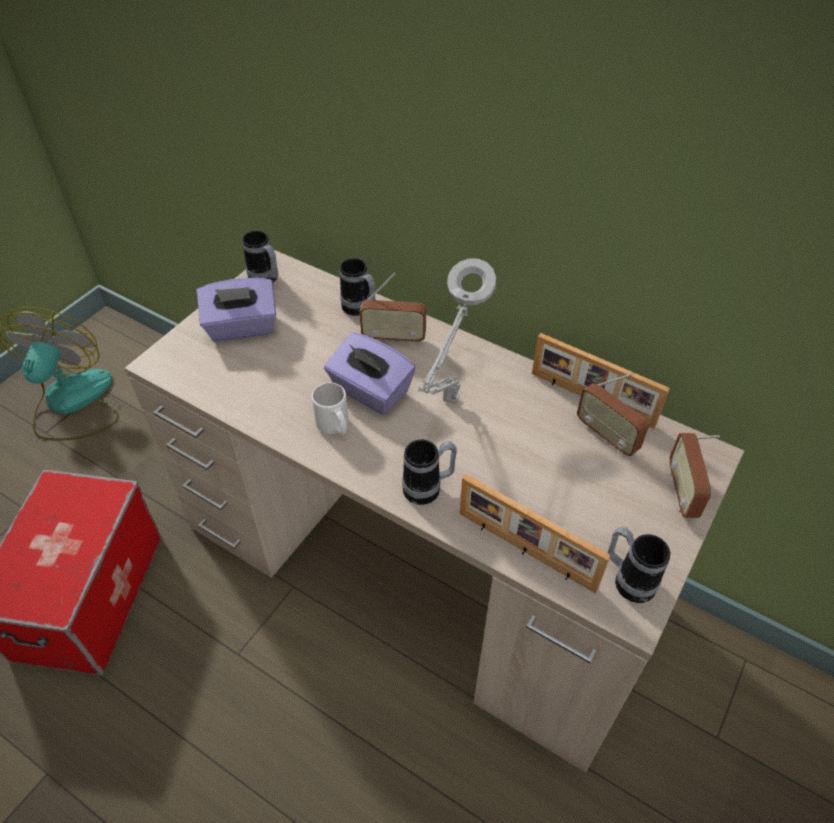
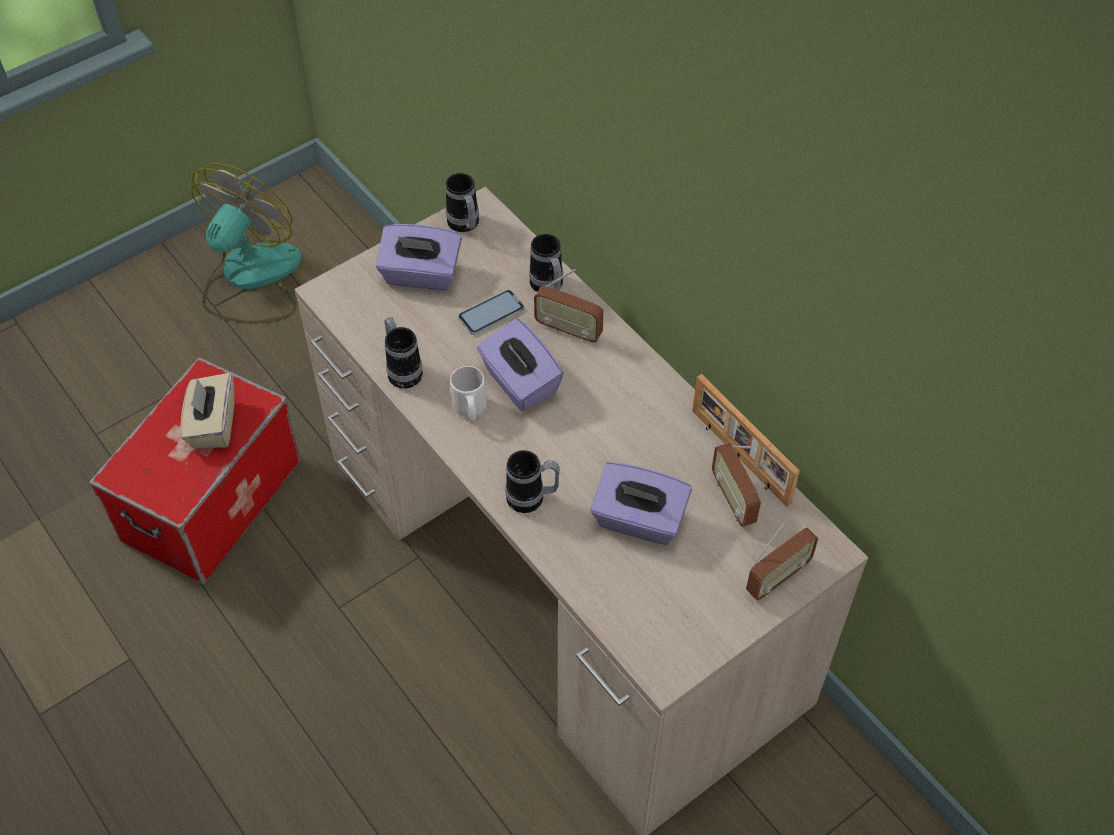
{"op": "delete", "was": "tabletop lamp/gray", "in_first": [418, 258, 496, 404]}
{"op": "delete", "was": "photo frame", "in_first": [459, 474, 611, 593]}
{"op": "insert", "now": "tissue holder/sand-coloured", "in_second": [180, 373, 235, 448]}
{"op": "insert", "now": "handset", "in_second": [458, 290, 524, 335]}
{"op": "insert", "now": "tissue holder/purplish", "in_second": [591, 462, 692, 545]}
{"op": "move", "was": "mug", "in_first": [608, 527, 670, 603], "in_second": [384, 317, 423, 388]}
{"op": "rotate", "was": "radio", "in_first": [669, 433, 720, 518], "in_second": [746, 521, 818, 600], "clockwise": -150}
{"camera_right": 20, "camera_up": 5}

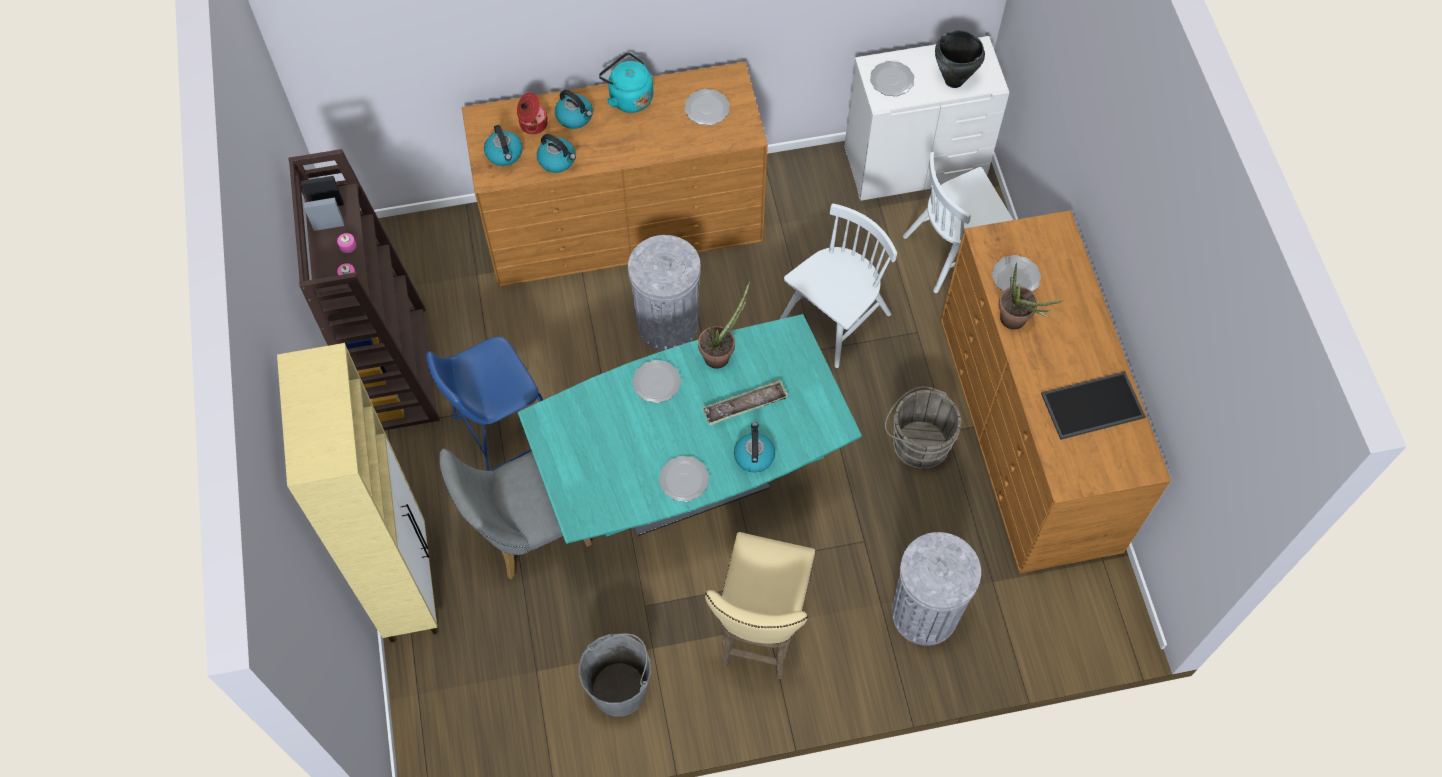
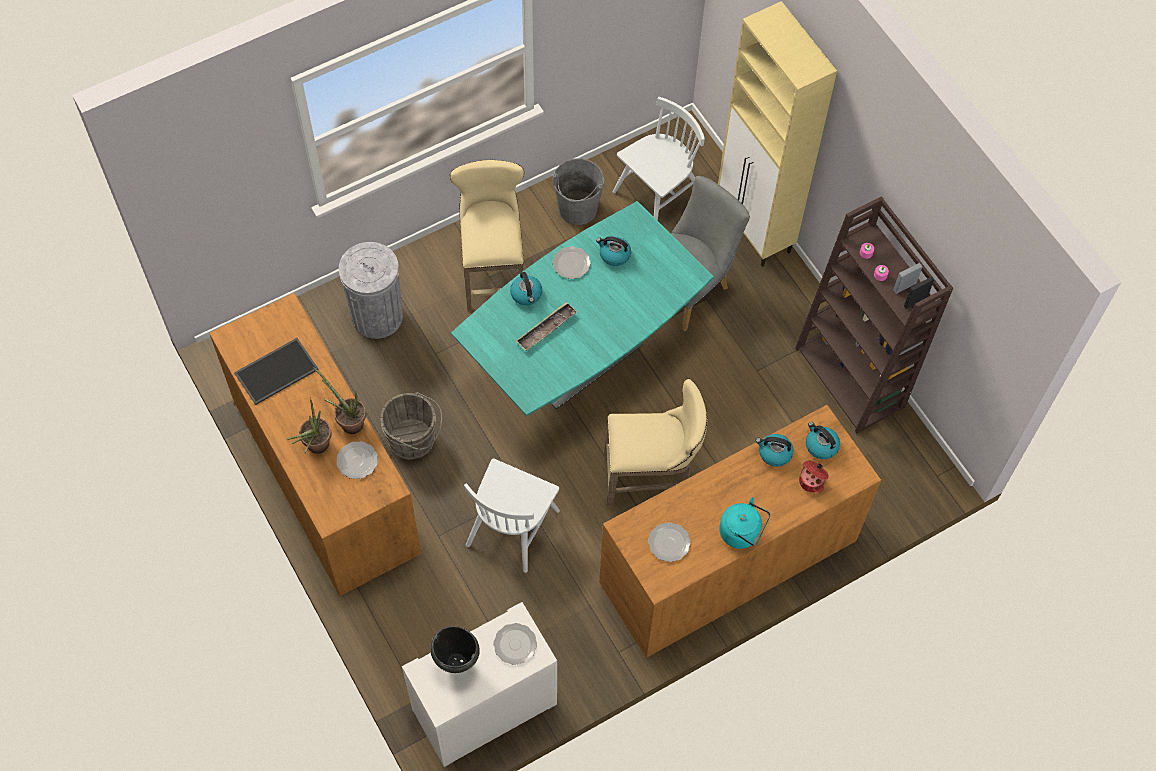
{"op": "delete", "was": "stool seat/bluish", "in_first": [426, 336, 543, 471]}
{"op": "delete", "was": "dinner plate", "in_first": [632, 360, 681, 403]}
{"op": "move", "was": "water kettle", "in_first": [555, 90, 593, 129], "in_second": [596, 236, 631, 266]}
{"op": "move", "was": "houseplant", "in_first": [698, 281, 750, 369], "in_second": [287, 398, 332, 454]}
{"op": "move", "was": "plain chair/white-coloured", "in_first": [903, 152, 1013, 293], "in_second": [613, 97, 705, 221]}
{"op": "replace", "was": "rubbish bin/gray", "now": "stool seat/sand-coloured", "in_first": [628, 235, 701, 351], "in_second": [604, 379, 708, 507]}
{"camera_right": 160, "camera_up": 0}

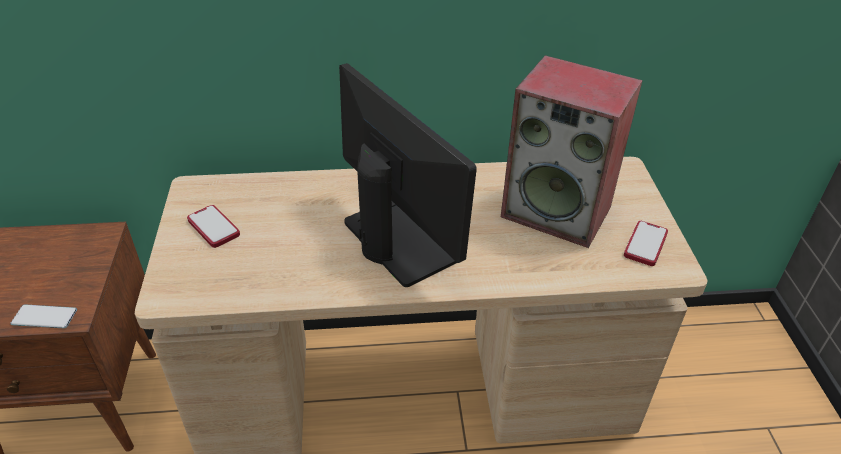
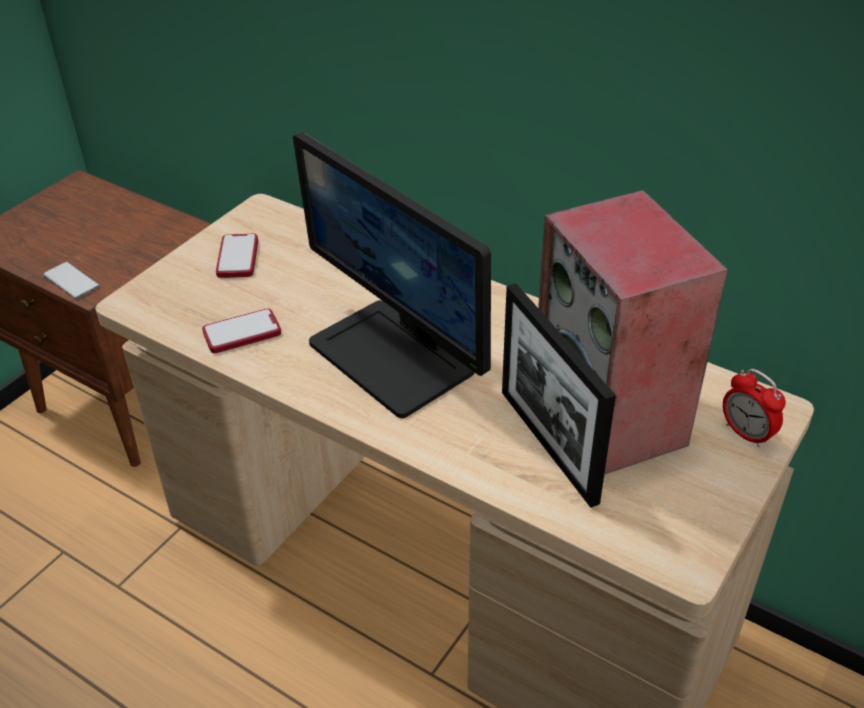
{"op": "insert", "now": "photo frame", "in_second": [502, 283, 616, 508]}
{"op": "insert", "now": "alarm clock", "in_second": [723, 369, 786, 448]}
{"op": "move", "was": "handset", "in_first": [624, 221, 668, 266], "in_second": [202, 308, 281, 353]}
{"op": "rotate", "was": "computer screen", "in_first": [339, 63, 477, 287], "in_second": [293, 132, 491, 418], "clockwise": 135}
{"camera_right": 40, "camera_up": 0}

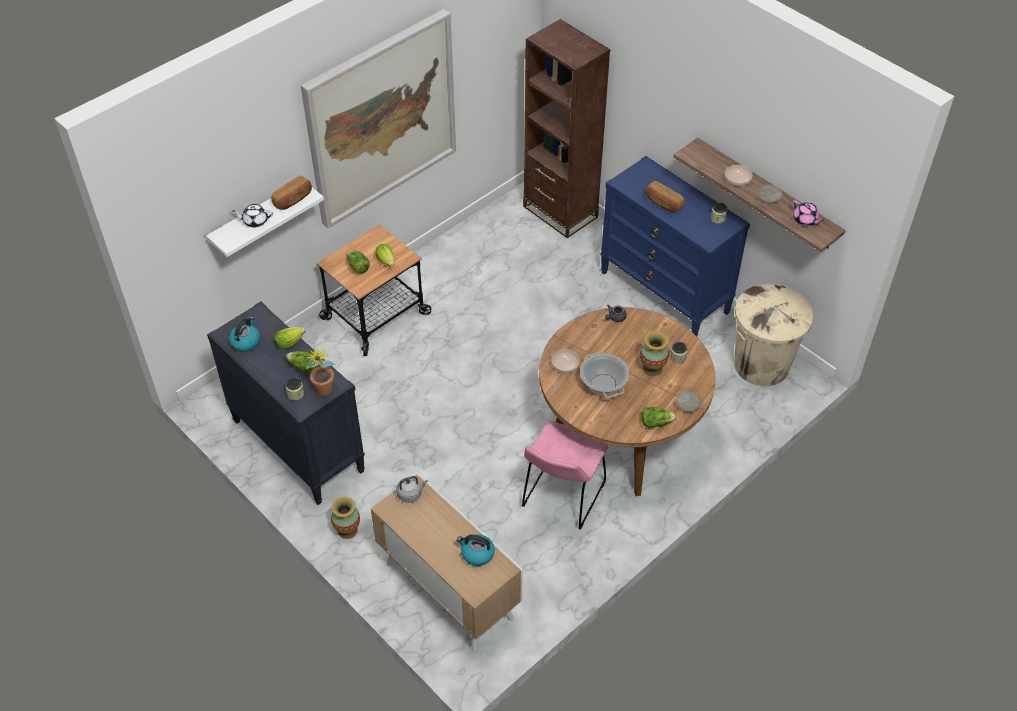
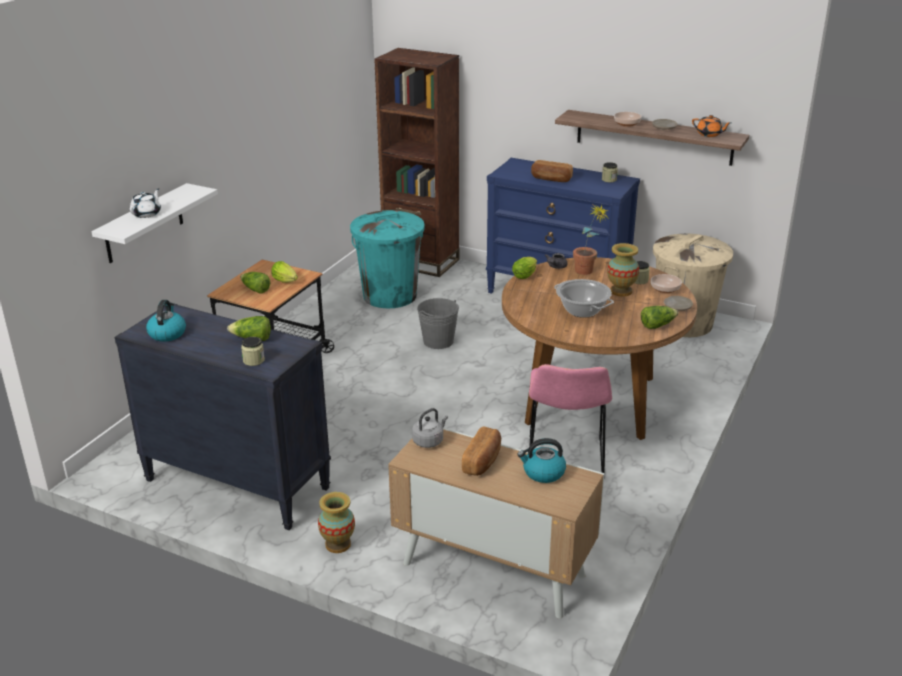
{"op": "delete", "was": "wall picture", "in_first": [301, 9, 456, 228]}
{"op": "insert", "now": "rubbish bin/blue-green", "in_second": [350, 210, 425, 308]}
{"op": "insert", "now": "water bucket/gray", "in_second": [417, 298, 459, 349]}
{"op": "move", "was": "bakery bread", "in_first": [271, 175, 312, 210], "in_second": [462, 427, 501, 476]}
{"op": "move", "was": "lettuce head", "in_first": [275, 327, 306, 349], "in_second": [512, 257, 537, 279]}
{"op": "move", "was": "houseplant", "in_first": [305, 347, 336, 395], "in_second": [573, 205, 609, 275]}
{"op": "move", "was": "deep dish", "in_first": [551, 349, 580, 373], "in_second": [651, 274, 682, 293]}
{"op": "recolor", "was": "pot for tea/pink", "now": "pot for tea/orange", "in_first": [793, 200, 824, 226], "in_second": [692, 115, 731, 137]}
{"op": "rotate", "was": "pot for tea/white-coloured", "in_first": [232, 204, 273, 228], "in_second": [130, 188, 161, 218], "clockwise": 135}
{"camera_right": -20, "camera_up": -20}

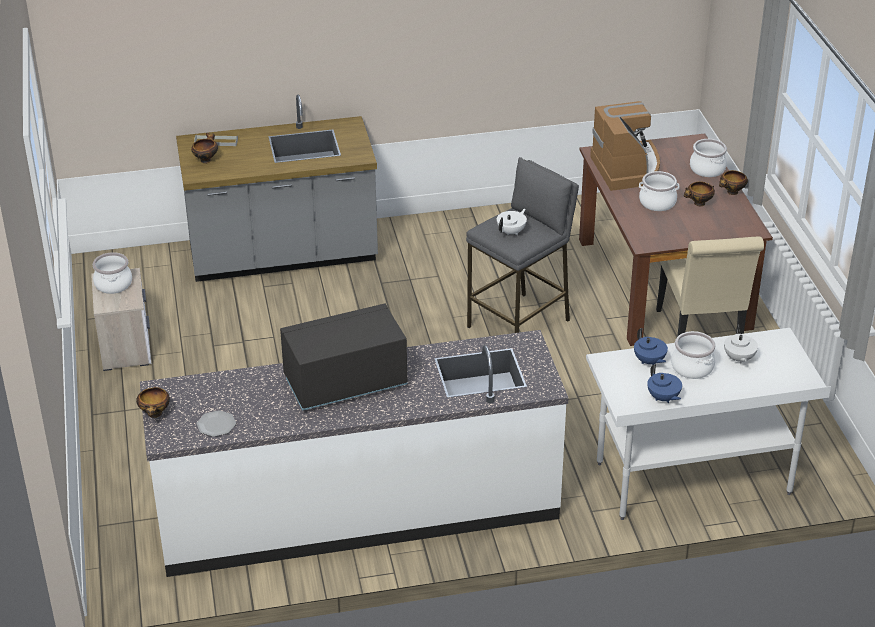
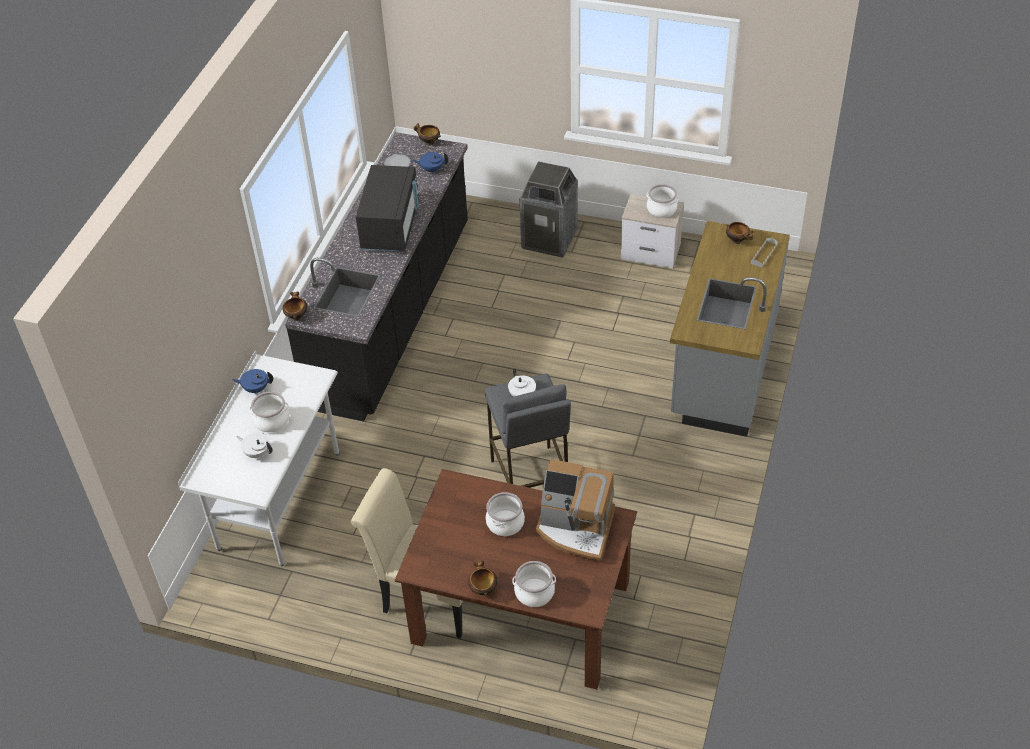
{"op": "insert", "now": "rubbish bin", "in_second": [519, 161, 578, 258]}
{"op": "move", "was": "pot for tea/bluish", "in_first": [634, 328, 668, 365], "in_second": [413, 152, 448, 173]}
{"op": "move", "was": "deep dish", "in_first": [684, 181, 715, 206], "in_second": [283, 291, 308, 321]}
{"op": "recolor", "was": "kitchen base unit/white-coloured", "now": "kitchen base unit/black-coloured", "in_first": [140, 330, 568, 577], "in_second": [285, 132, 468, 421]}
{"camera_right": 120, "camera_up": 10}

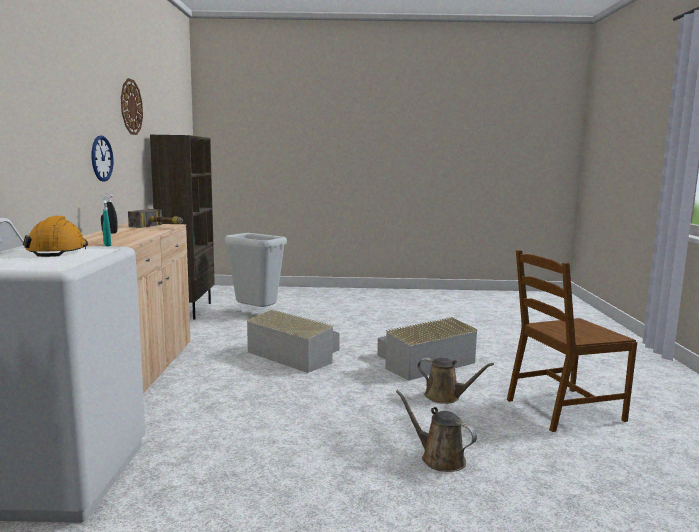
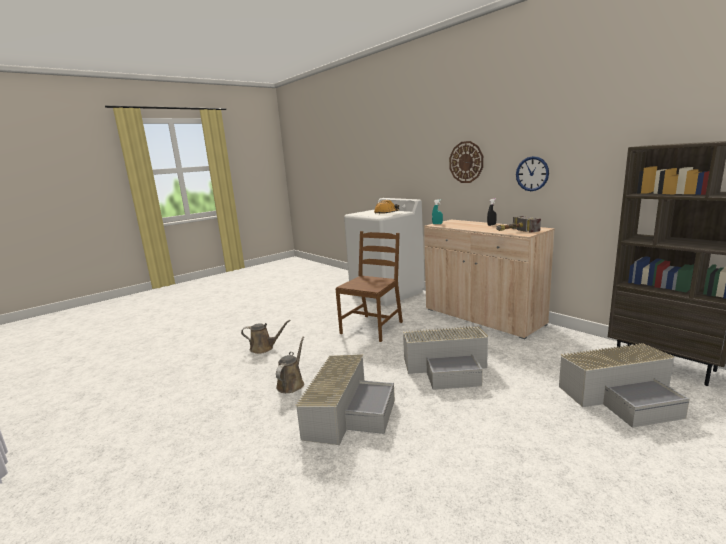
{"op": "move", "was": "clock on the wall", "in_first": [121, 78, 143, 135], "in_second": [449, 141, 483, 183]}
{"op": "move", "was": "plain chair/brown", "in_first": [507, 250, 637, 432], "in_second": [336, 231, 403, 342]}
{"op": "replace", "was": "rubbish bin/gray", "now": "storage bin/gray", "in_first": [224, 233, 287, 307], "in_second": [559, 343, 690, 428]}
{"op": "rotate", "was": "watering pot/brown", "in_first": [417, 358, 494, 404], "in_second": [276, 336, 304, 393], "clockwise": 120}
{"camera_right": 140, "camera_up": 5}

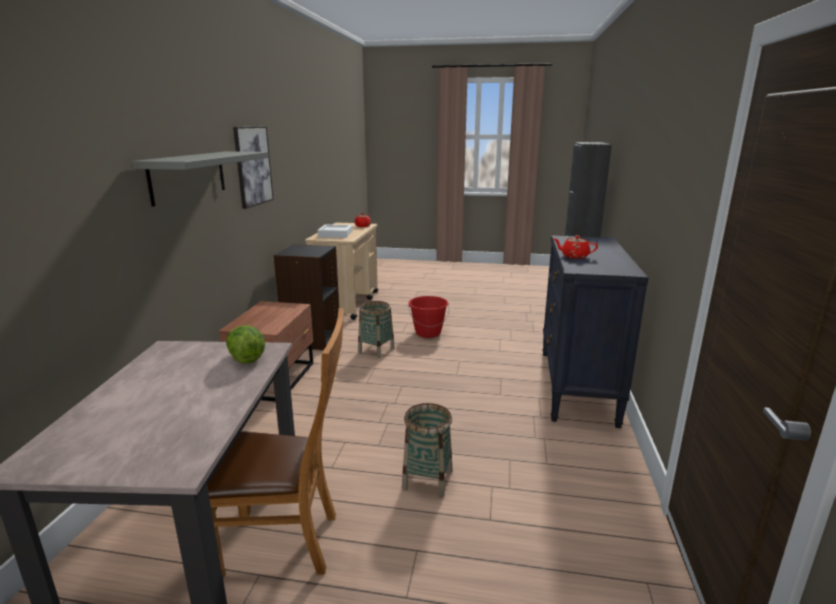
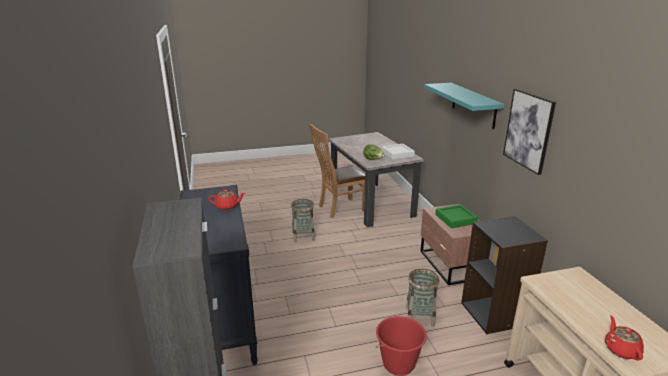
{"op": "insert", "now": "serving tray/green", "in_second": [435, 205, 478, 228]}
{"op": "move", "was": "serving tray/white-coloured", "in_first": [317, 225, 352, 238], "in_second": [381, 144, 415, 160]}
{"op": "recolor", "was": "bracket shelf/gray", "now": "bracket shelf/blue-green", "in_first": [132, 151, 268, 207], "in_second": [424, 83, 504, 129]}
{"camera_right": 155, "camera_up": 5}

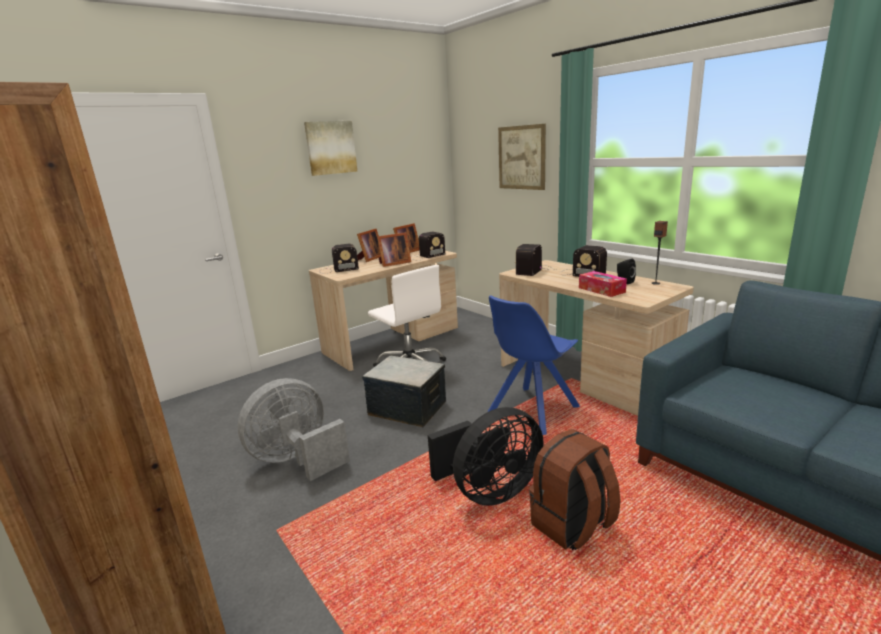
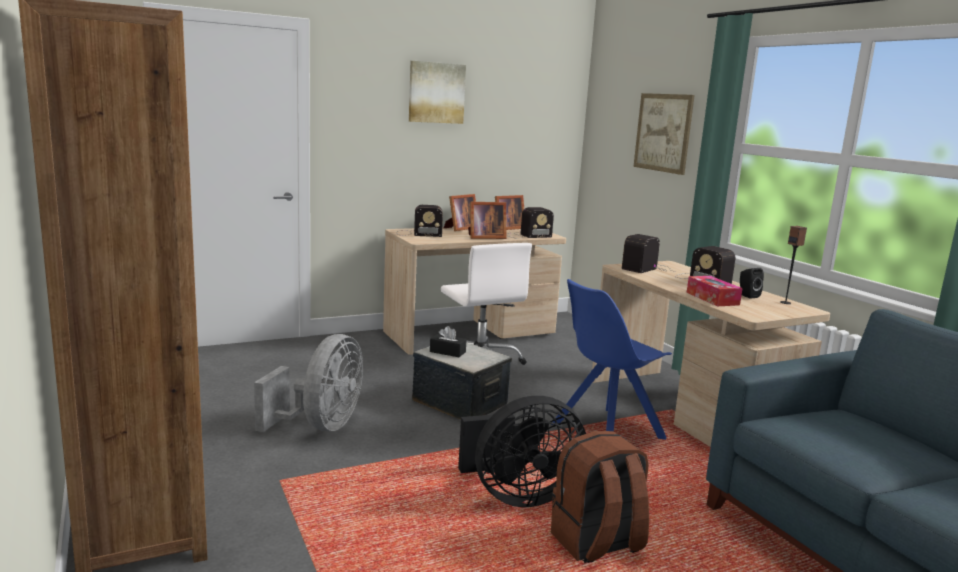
{"op": "insert", "now": "tissue holder/black-coloured", "in_second": [430, 326, 467, 357]}
{"op": "rotate", "was": "electric fan/gray", "in_first": [238, 378, 350, 481], "in_second": [254, 334, 363, 432], "clockwise": 135}
{"camera_right": 10, "camera_up": -5}

